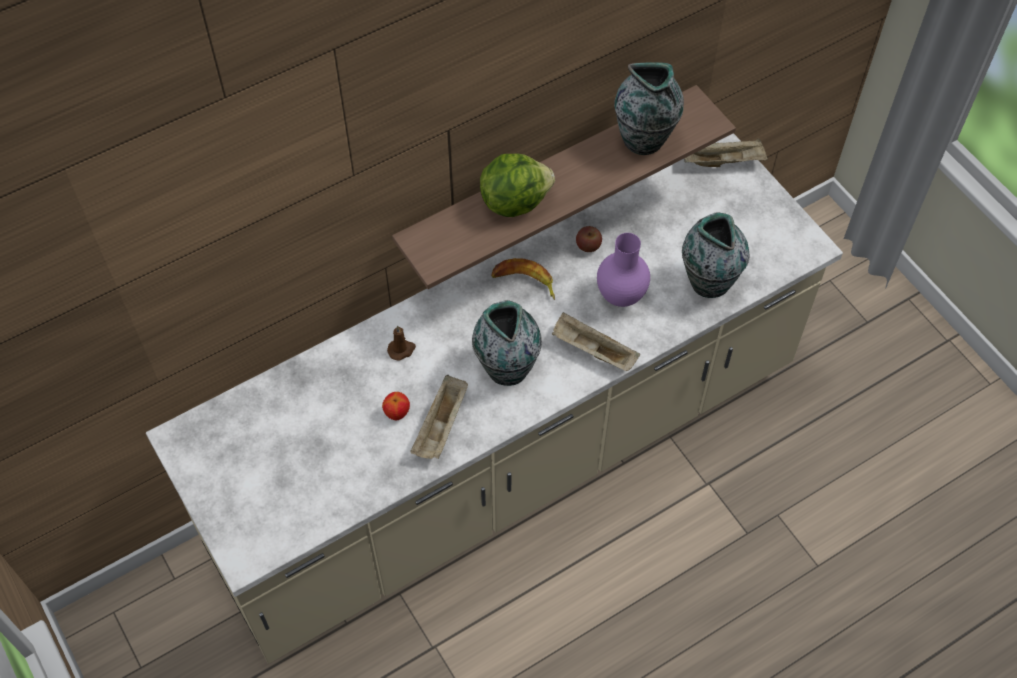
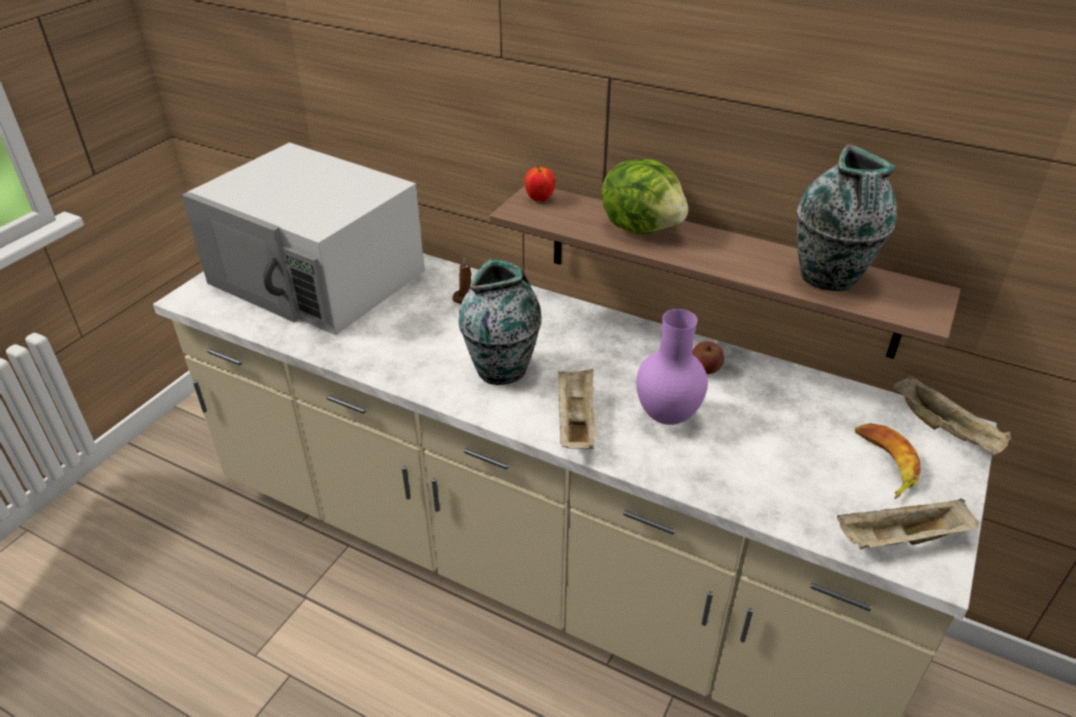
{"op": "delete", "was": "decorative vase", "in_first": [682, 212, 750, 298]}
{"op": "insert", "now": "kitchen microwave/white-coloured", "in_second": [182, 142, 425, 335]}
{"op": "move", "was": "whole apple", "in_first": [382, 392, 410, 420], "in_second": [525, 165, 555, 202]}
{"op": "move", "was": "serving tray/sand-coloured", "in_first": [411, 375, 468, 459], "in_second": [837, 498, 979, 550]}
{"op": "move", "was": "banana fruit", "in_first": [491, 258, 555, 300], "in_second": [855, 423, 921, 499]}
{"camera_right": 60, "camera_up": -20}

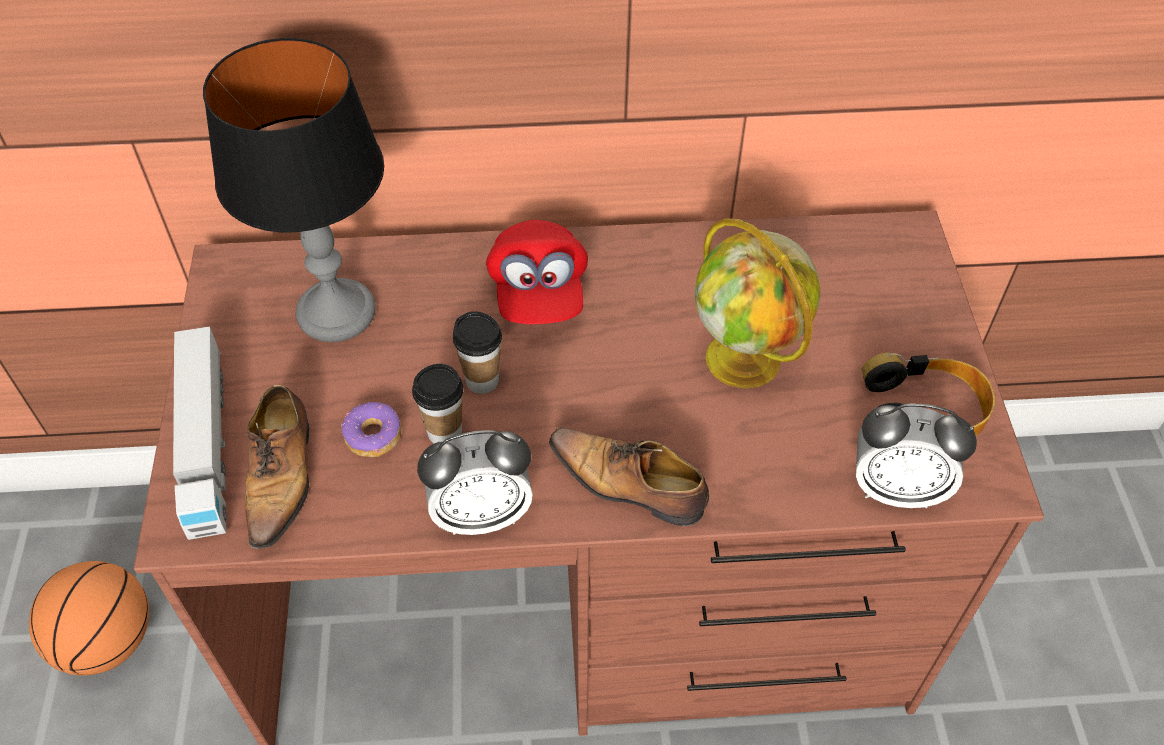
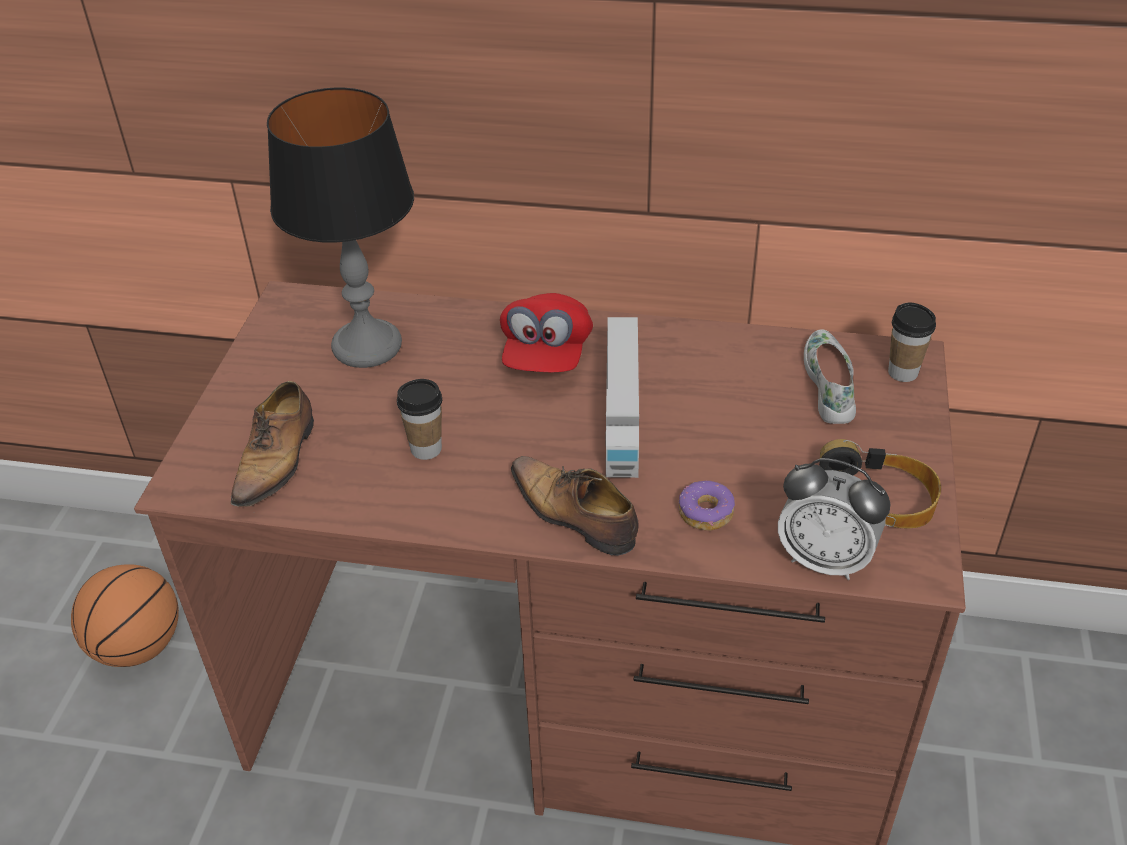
{"op": "delete", "was": "alarm clock", "in_first": [417, 430, 533, 535]}
{"op": "delete", "was": "desk globe", "in_first": [695, 219, 820, 389]}
{"op": "insert", "now": "low shoe/white-coloured", "in_second": [804, 329, 856, 424]}
{"op": "move", "was": "toy truck", "in_first": [173, 326, 227, 540], "in_second": [605, 317, 639, 478]}
{"op": "move", "was": "doughnut", "in_first": [341, 402, 401, 457], "in_second": [679, 481, 735, 531]}
{"op": "move", "was": "cup", "in_first": [453, 311, 502, 394], "in_second": [888, 303, 936, 382]}
{"camera_right": 15, "camera_up": -10}

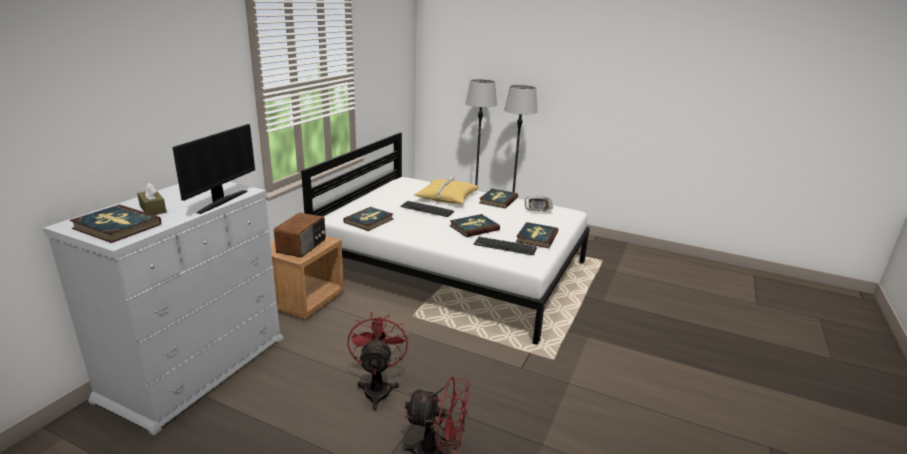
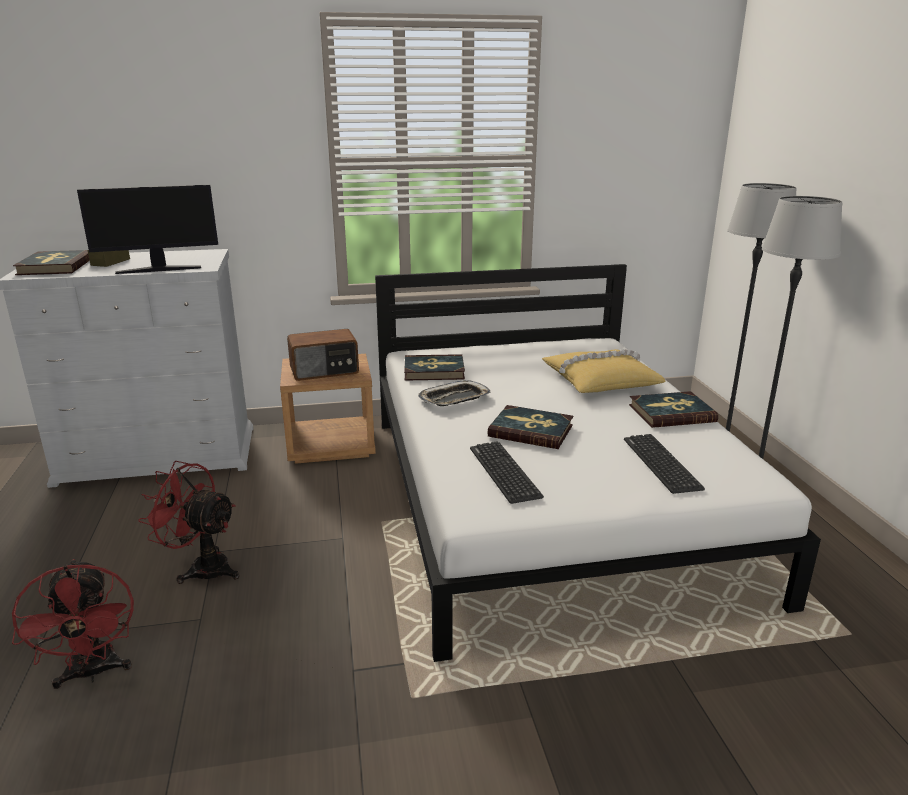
{"op": "delete", "was": "bound book", "in_first": [516, 222, 558, 248]}
{"op": "move", "was": "keyboard", "in_first": [400, 201, 454, 217], "in_second": [624, 434, 705, 494]}
{"op": "move", "was": "serving tray", "in_first": [525, 196, 553, 211], "in_second": [418, 380, 490, 406]}
{"op": "rotate", "was": "electric fan/red", "in_first": [347, 312, 408, 411], "in_second": [138, 461, 239, 584], "clockwise": -120}
{"camera_right": 55, "camera_up": 0}

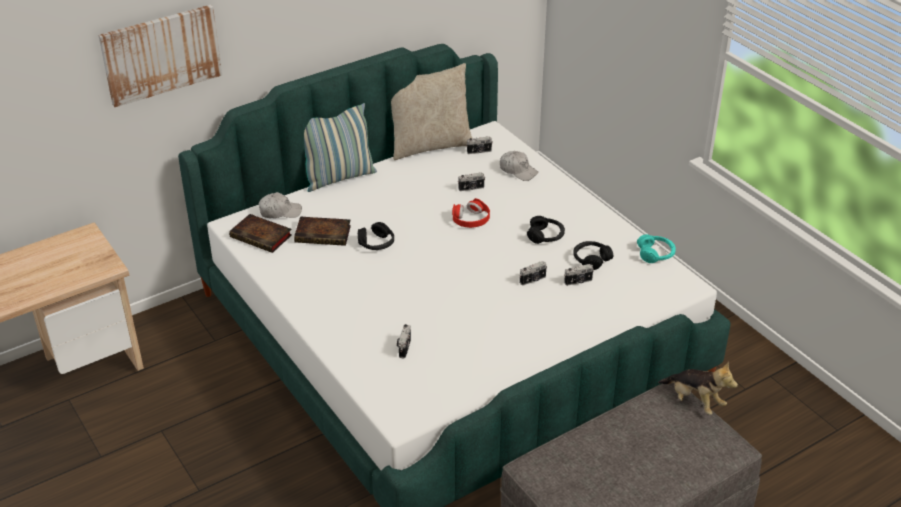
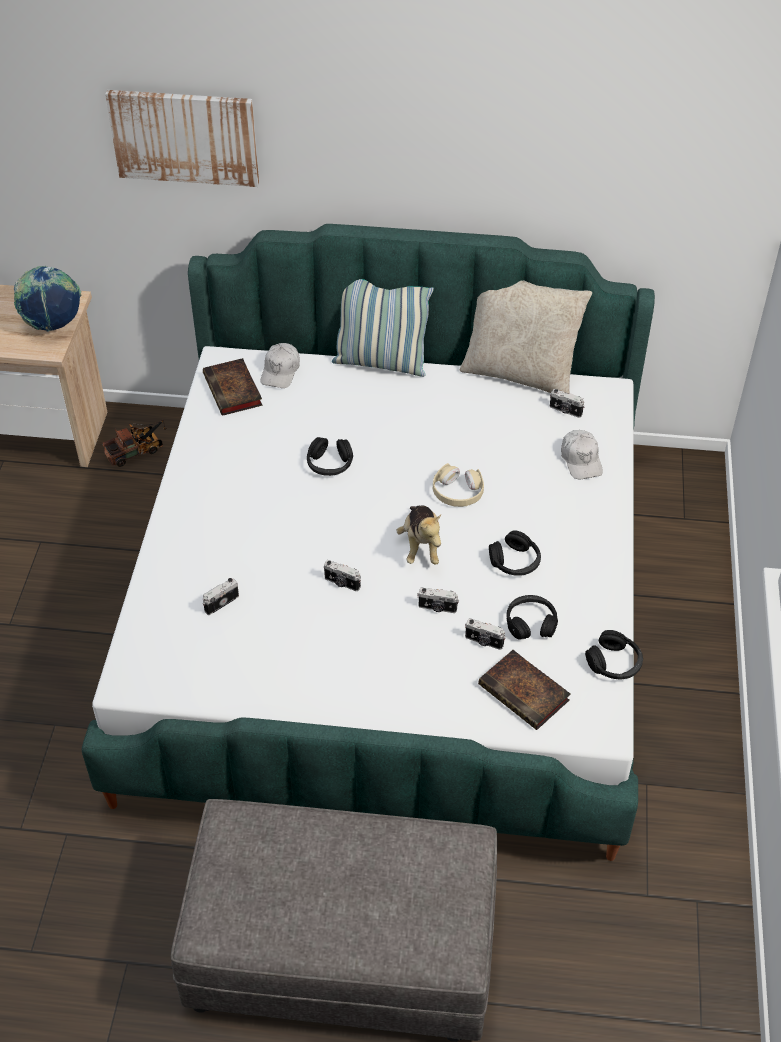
{"op": "insert", "now": "desk globe", "in_second": [14, 266, 82, 332]}
{"op": "insert", "now": "toy truck", "in_second": [102, 420, 166, 467]}
{"op": "move", "was": "bound book", "in_first": [294, 216, 351, 246], "in_second": [478, 650, 571, 730]}
{"op": "move", "was": "photo camera", "in_first": [458, 172, 485, 191], "in_second": [324, 560, 361, 591]}
{"op": "move", "was": "cuddly toy", "in_first": [658, 361, 738, 415], "in_second": [396, 505, 441, 565]}
{"op": "recolor", "was": "headphones/red", "now": "headphones/sand-coloured", "in_first": [452, 198, 490, 228], "in_second": [433, 463, 484, 507]}
{"op": "recolor", "was": "headphones/blue-green", "now": "headphones/black-coloured", "in_first": [637, 234, 676, 263], "in_second": [585, 630, 643, 679]}
{"op": "rotate", "was": "cap/white-coloured", "in_first": [258, 192, 302, 218], "in_second": [261, 343, 300, 388], "clockwise": 75}
{"camera_right": 40, "camera_up": 10}

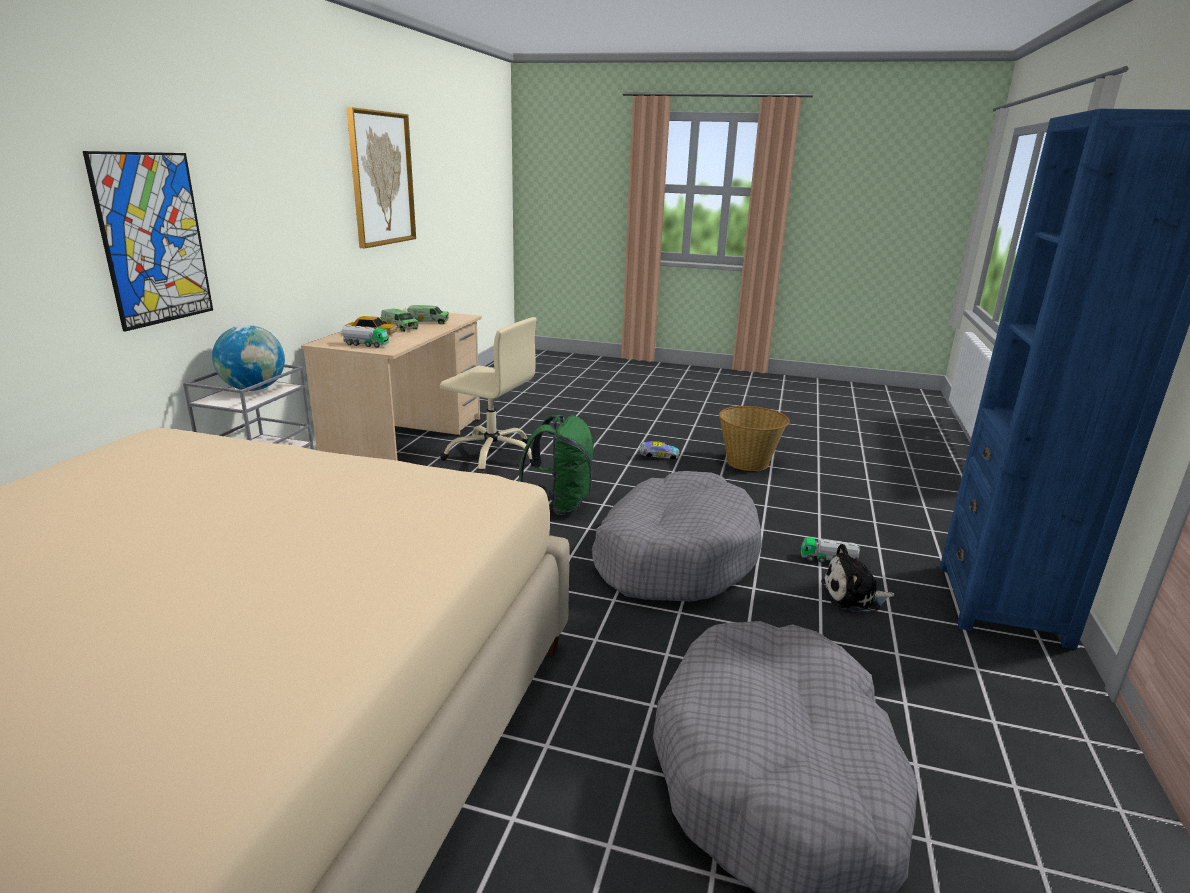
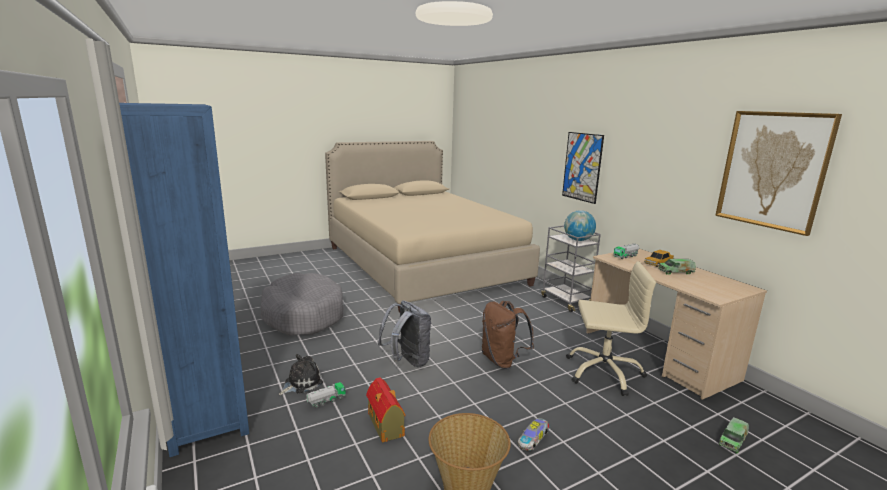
{"op": "insert", "now": "toy house", "in_second": [366, 377, 405, 442]}
{"op": "move", "was": "toy truck", "in_first": [407, 305, 449, 324], "in_second": [718, 417, 749, 454]}
{"op": "replace", "was": "pet bed/gray", "now": "backpack/gray", "in_first": [592, 471, 762, 601], "in_second": [378, 301, 431, 367]}
{"op": "recolor", "was": "backpack/green", "now": "backpack/brown", "in_first": [518, 415, 595, 515], "in_second": [482, 301, 534, 369]}
{"op": "rotate", "was": "desk chair/sand-coloured", "in_first": [440, 317, 536, 474], "in_second": [566, 261, 656, 396], "clockwise": -150}
{"camera_right": 135, "camera_up": -5}

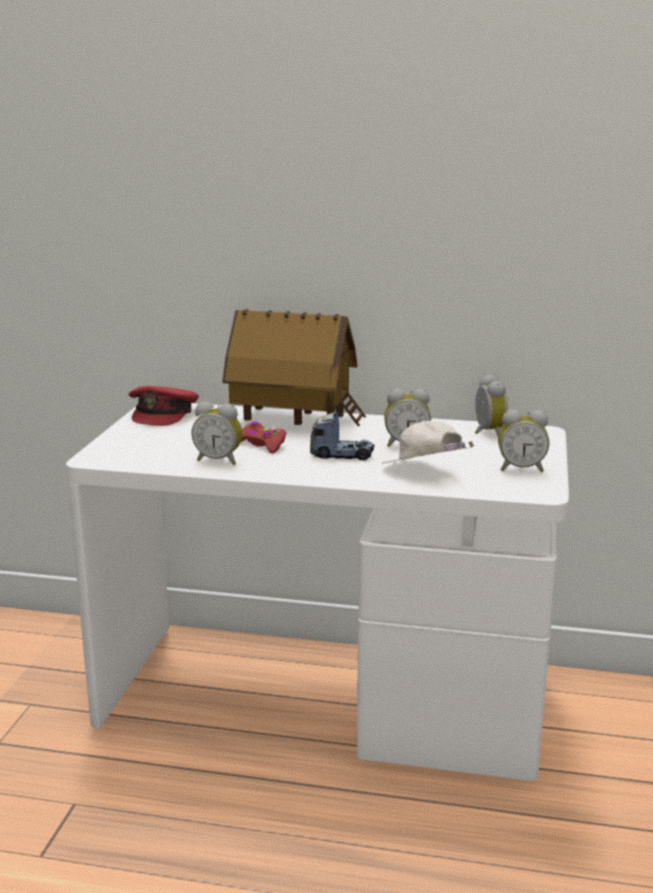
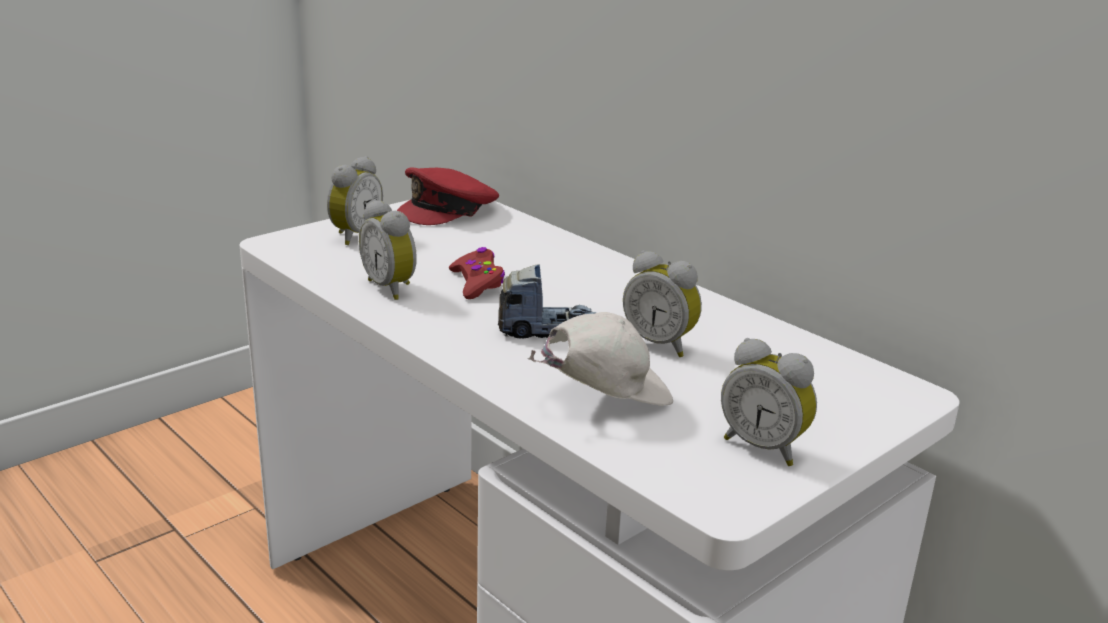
{"op": "delete", "was": "toy house", "in_first": [222, 309, 366, 426]}
{"op": "move", "was": "alarm clock", "in_first": [475, 374, 508, 436], "in_second": [327, 156, 383, 245]}
{"op": "rotate", "was": "toy truck", "in_first": [310, 412, 374, 461], "in_second": [498, 264, 596, 339], "clockwise": -45}
{"op": "rotate", "was": "cap/white-coloured", "in_first": [382, 421, 474, 464], "in_second": [528, 312, 673, 406], "clockwise": 75}
{"camera_right": 35, "camera_up": 5}

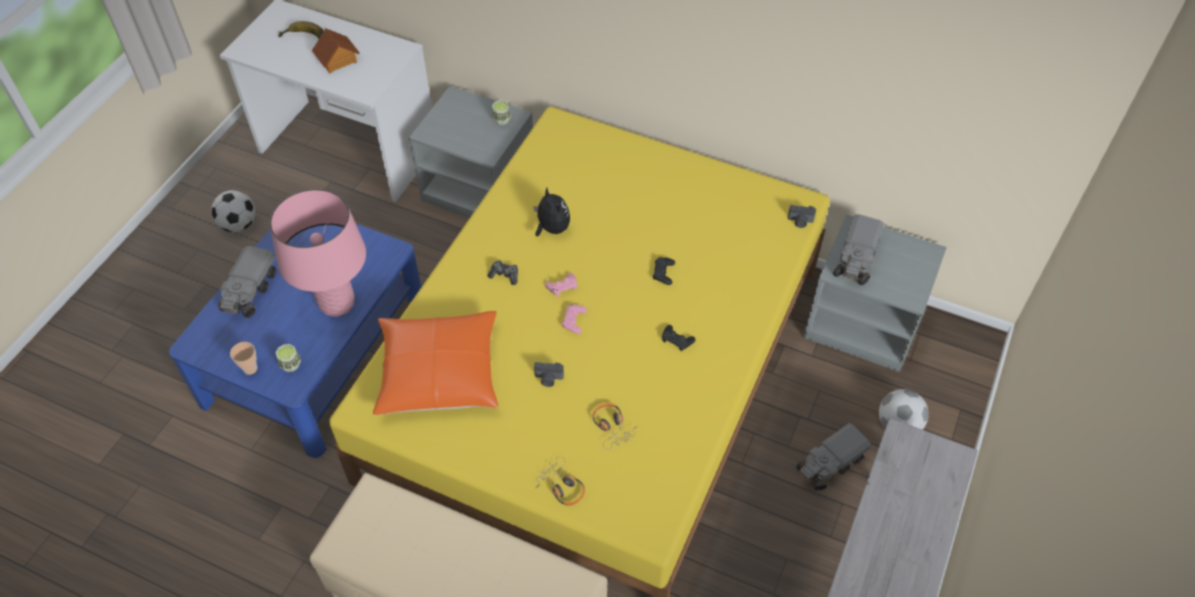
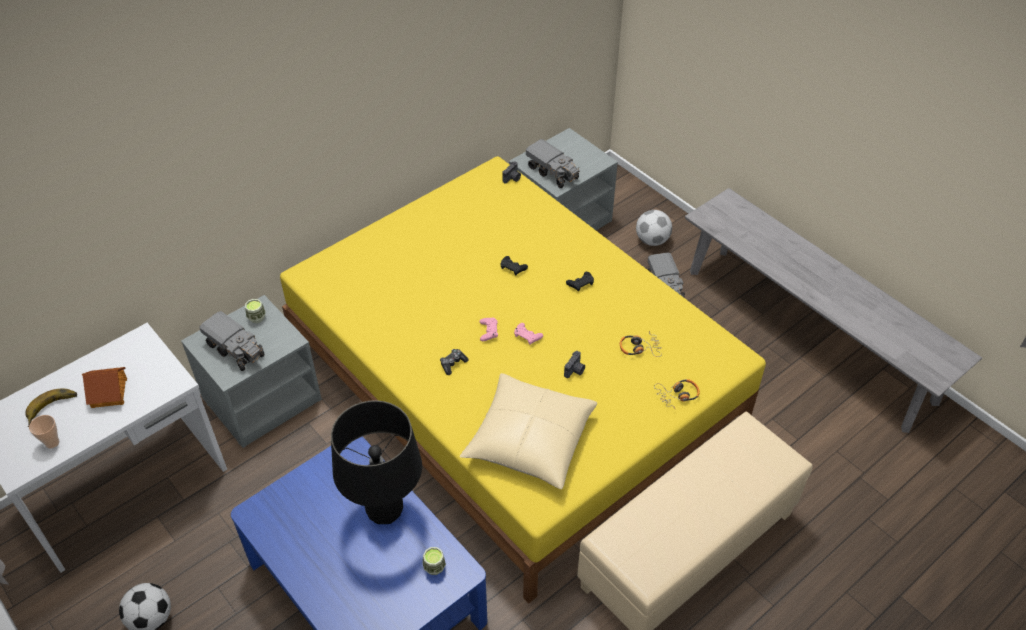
{"op": "delete", "was": "cuddly toy", "in_first": [533, 188, 570, 236]}
{"op": "move", "was": "toy truck", "in_first": [218, 246, 276, 318], "in_second": [199, 311, 265, 371]}
{"op": "move", "was": "cup", "in_first": [230, 342, 257, 375], "in_second": [29, 415, 60, 448]}
{"op": "recolor", "was": "tabletop lamp/pink", "now": "tabletop lamp/black-coloured", "in_first": [270, 189, 366, 317], "in_second": [331, 400, 422, 524]}
{"op": "recolor", "was": "throw pillow/orange", "now": "throw pillow/sand-coloured", "in_first": [373, 311, 498, 415], "in_second": [460, 373, 597, 489]}
{"camera_right": -65, "camera_up": -5}

